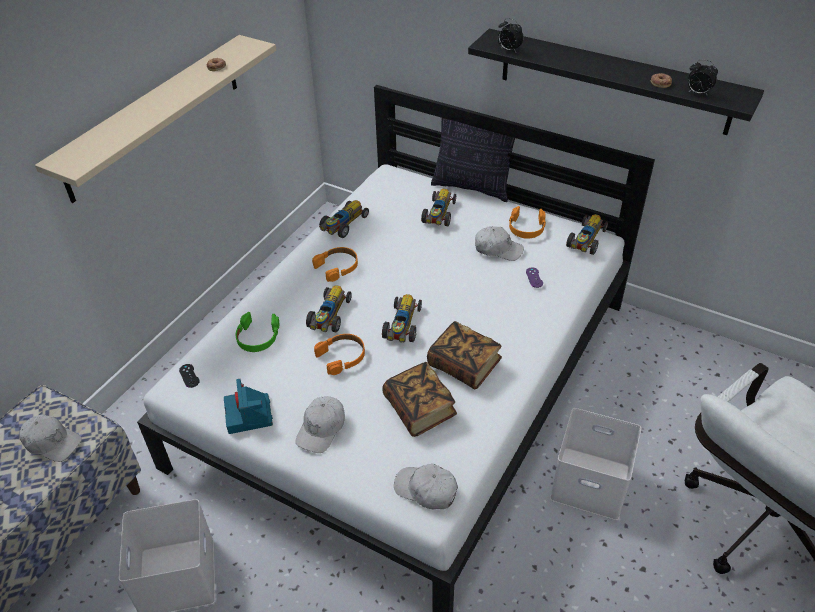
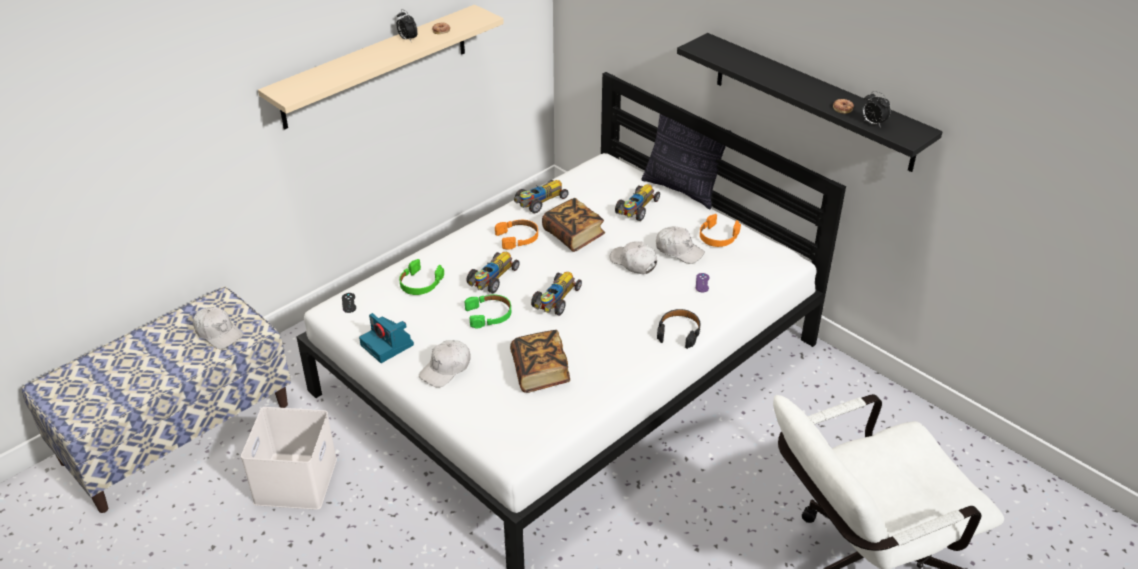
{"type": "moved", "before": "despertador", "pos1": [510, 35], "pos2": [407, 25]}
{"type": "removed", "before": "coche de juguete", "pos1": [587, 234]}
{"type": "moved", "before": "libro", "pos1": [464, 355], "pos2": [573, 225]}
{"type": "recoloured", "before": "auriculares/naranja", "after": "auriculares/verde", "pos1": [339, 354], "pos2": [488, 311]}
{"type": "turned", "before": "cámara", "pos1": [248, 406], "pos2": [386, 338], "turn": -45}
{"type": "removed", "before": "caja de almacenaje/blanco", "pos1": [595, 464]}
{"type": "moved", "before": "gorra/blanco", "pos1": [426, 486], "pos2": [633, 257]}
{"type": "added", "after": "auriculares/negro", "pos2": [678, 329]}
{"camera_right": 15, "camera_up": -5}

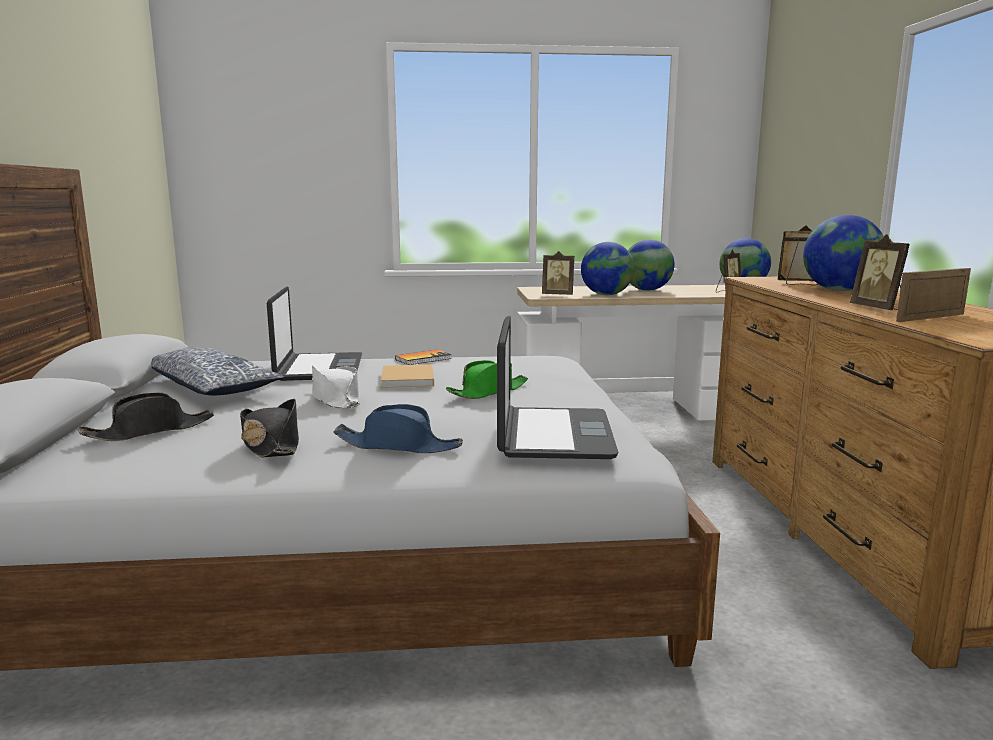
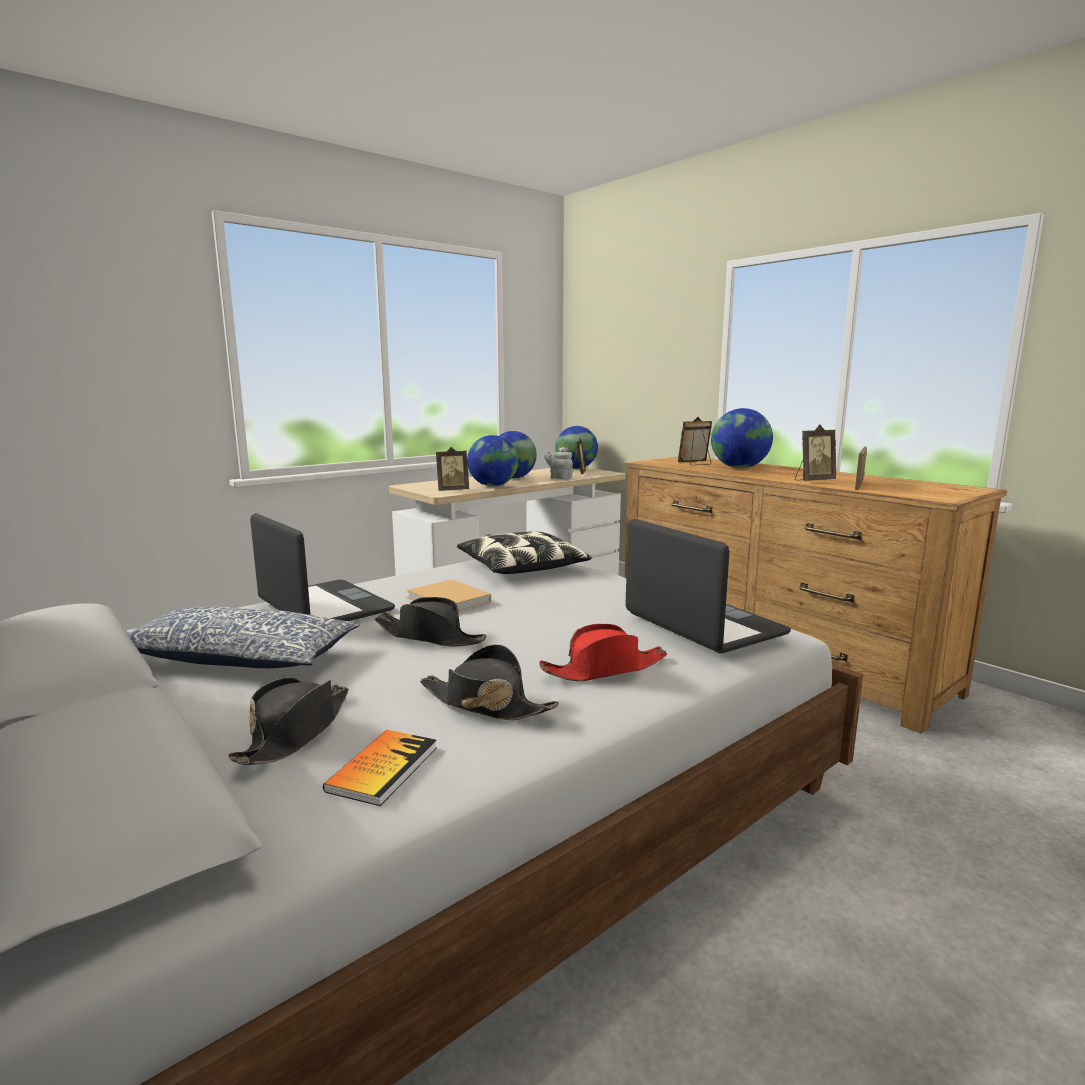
{"type": "turned", "before": "portarretratos", "pos1": [880, 272], "pos2": [815, 453], "turn": -60}
{"type": "moved", "before": "libro", "pos1": [423, 357], "pos2": [380, 768]}
{"type": "removed", "before": "sombrero/verde", "pos1": [487, 379]}
{"type": "recoloured", "before": "sombrero/blanco", "after": "sombrero/negro", "pos1": [336, 387], "pos2": [431, 621]}
{"type": "recoloured", "before": "sombrero/azul", "after": "sombrero/rojo", "pos1": [398, 428], "pos2": [603, 652]}
{"type": "added", "after": "tetera/gris", "pos2": [558, 463]}
{"type": "added", "after": "cojín", "pos2": [524, 552]}
{"camera_right": -35, "camera_up": 0}

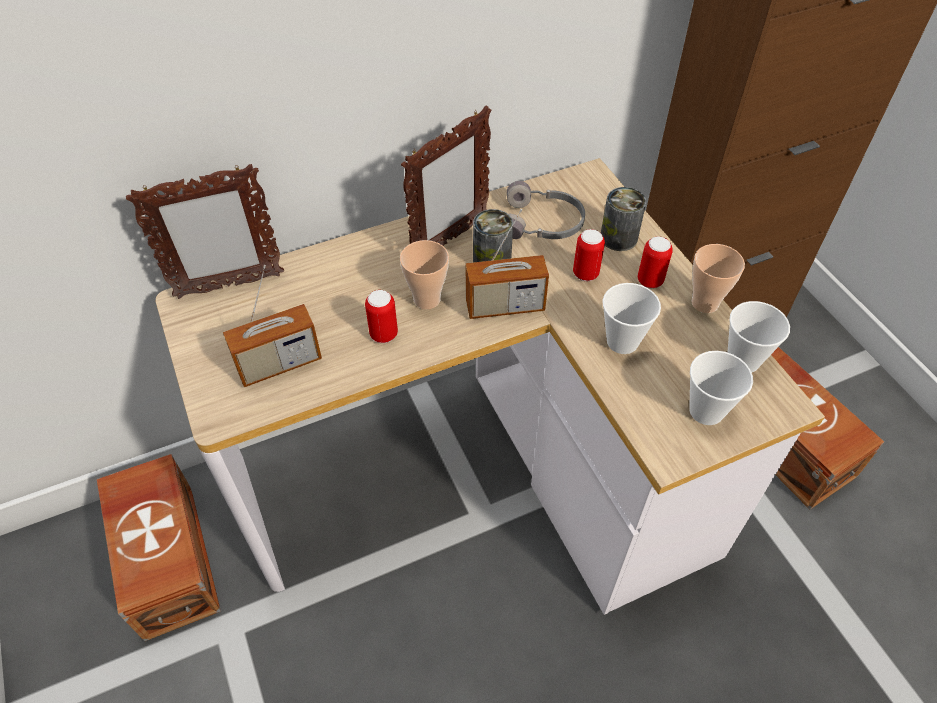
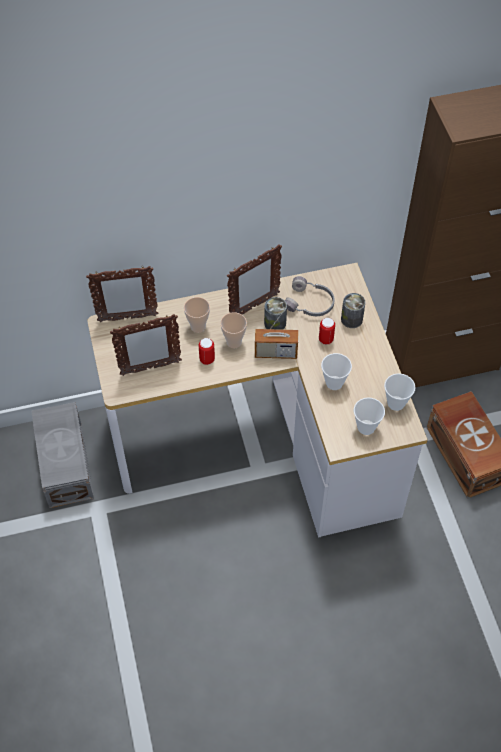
{"type": "removed", "before": "lata", "pos1": [655, 262]}
{"type": "moved", "before": "taza", "pos1": [718, 278], "pos2": [197, 315]}
{"type": "replaced", "before": "radio", "after": "portarretratos", "pos1": [272, 326], "pos2": [146, 345]}
{"type": "recoloured", "before": "caja de almacenaje/marrón", "after": "caja de almacenaje/gris", "pos1": [159, 547], "pos2": [62, 455]}
{"camera_right": 10, "camera_up": 5}

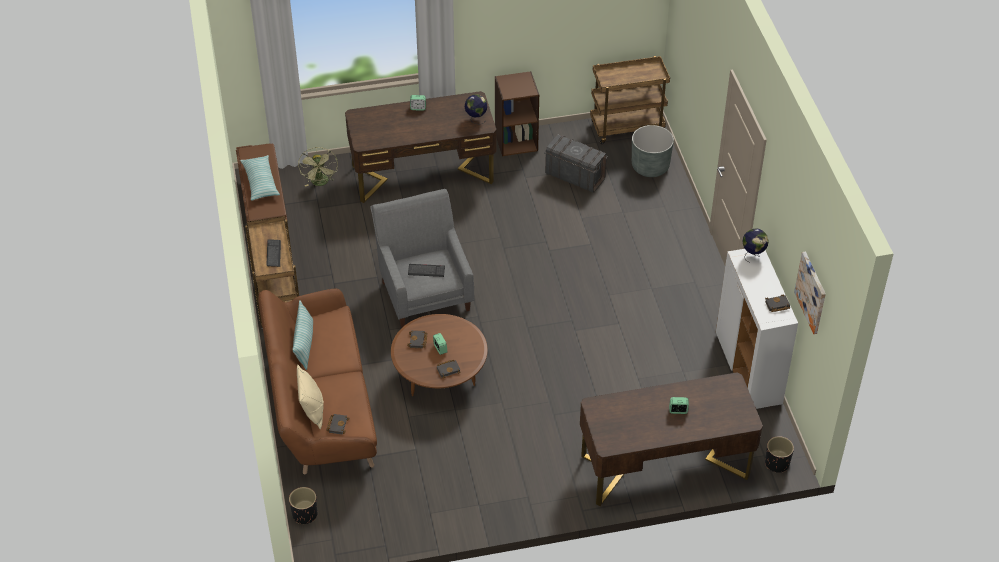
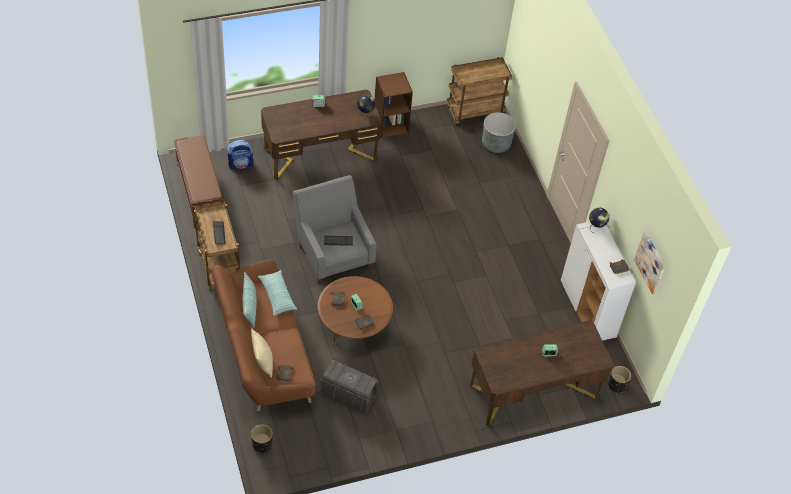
{"type": "moved", "before": "caja de almacenaje/gris", "pos1": [576, 163], "pos2": [350, 386]}
{"type": "replaced", "before": "ventilador/verde", "after": "mochila", "pos1": [318, 167], "pos2": [240, 154]}
{"type": "moved", "before": "cojín", "pos1": [260, 178], "pos2": [277, 293]}
{"camera_right": -10, "camera_up": 5}

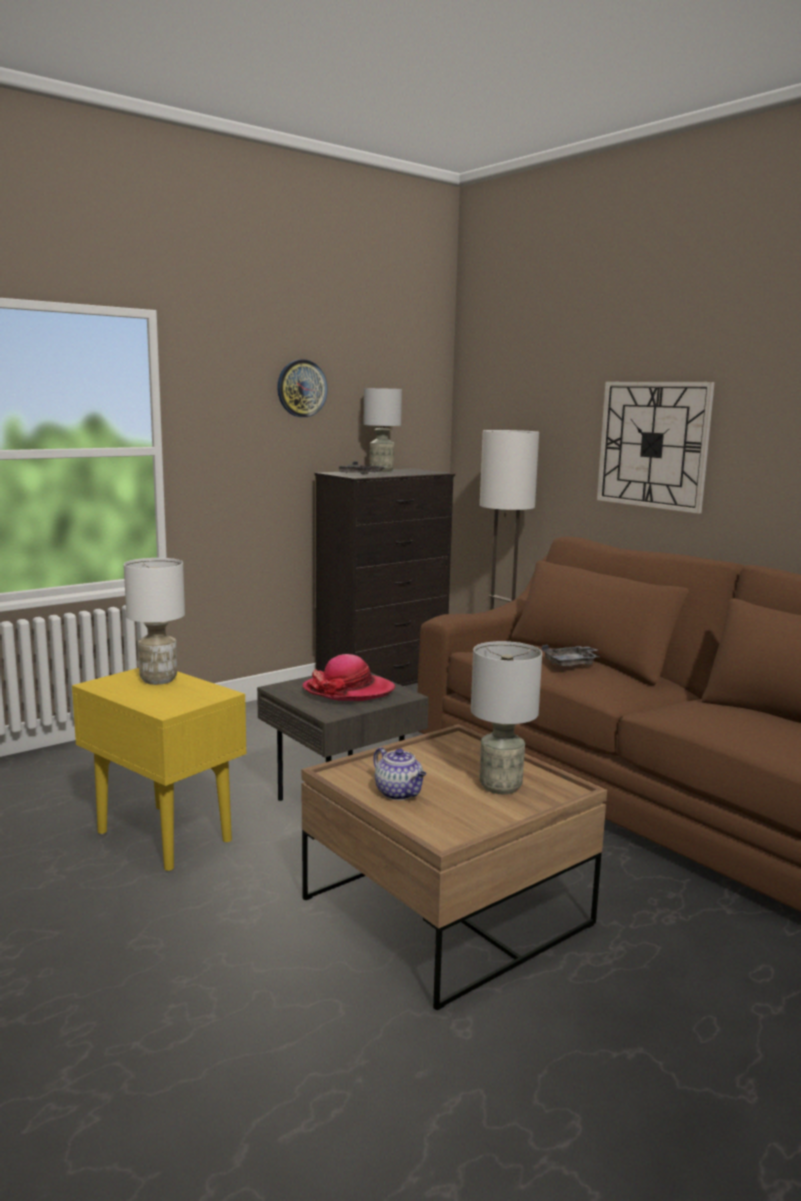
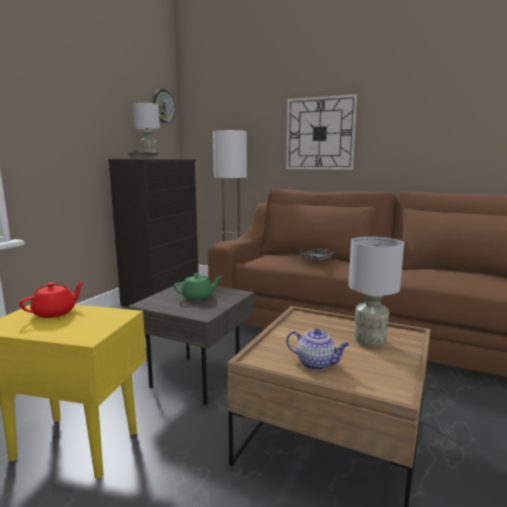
{"type": "moved", "before": "reloj de pared", "pos1": [302, 388], "pos2": [164, 106]}
{"type": "replaced", "before": "lámpara de mesa/blanco", "after": "tetera/rojo", "pos1": [154, 621], "pos2": [51, 300]}
{"type": "replaced", "before": "sombrero", "after": "tetera/verde", "pos1": [349, 677], "pos2": [197, 286]}
{"camera_right": -25, "camera_up": 0}

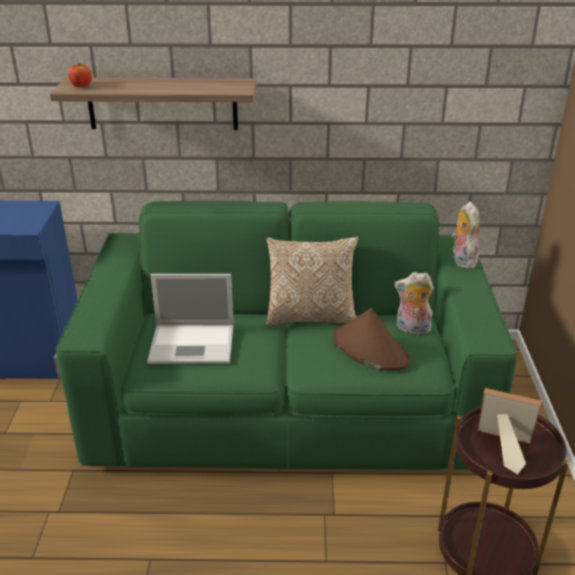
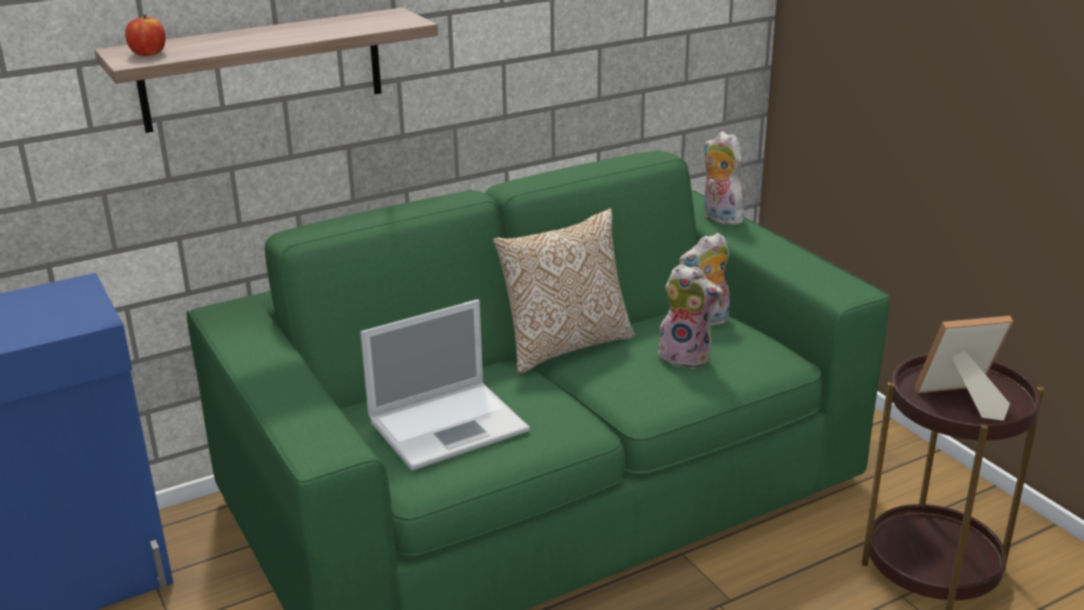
{"type": "replaced", "before": "sombrero/marrón", "after": "peluche", "pos1": [371, 339], "pos2": [690, 316]}
{"camera_right": -30, "camera_up": -5}

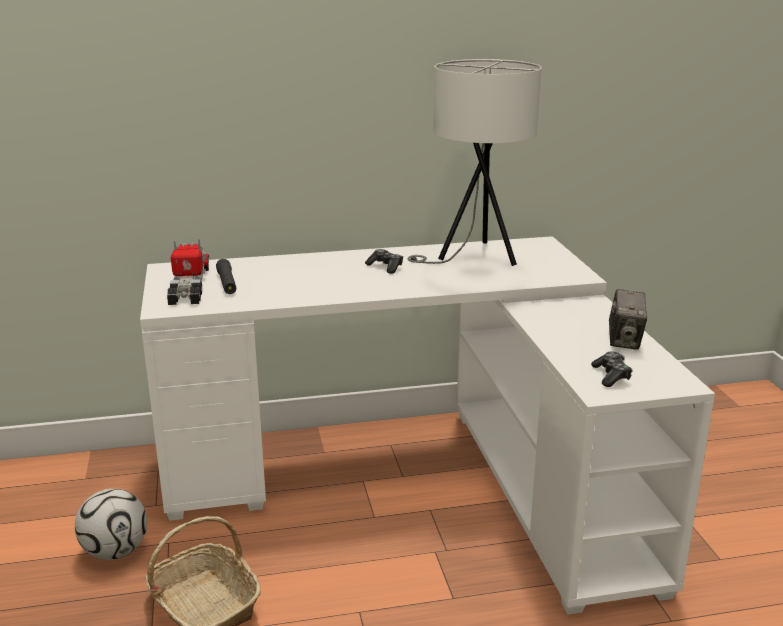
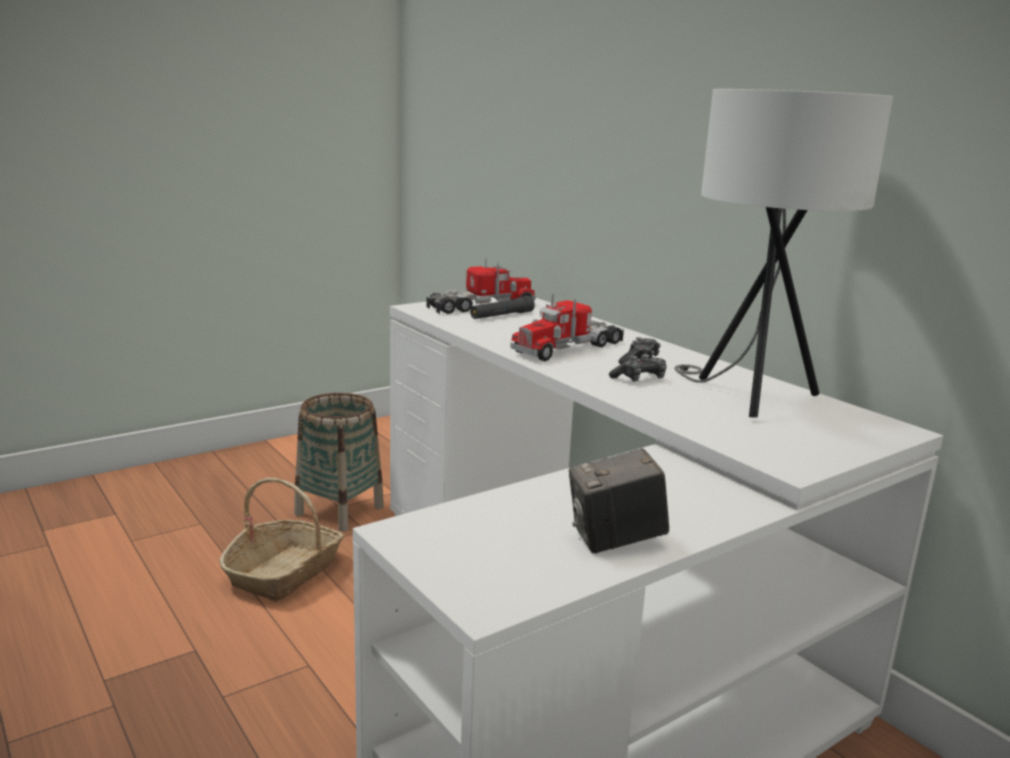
{"type": "moved", "before": "mando de consola", "pos1": [612, 369], "pos2": [638, 368]}
{"type": "replaced", "before": "balón de fútbol", "after": "cesta", "pos1": [111, 524], "pos2": [339, 462]}
{"type": "added", "after": "camión de juguete", "pos2": [567, 327]}
{"camera_right": 65, "camera_up": -5}

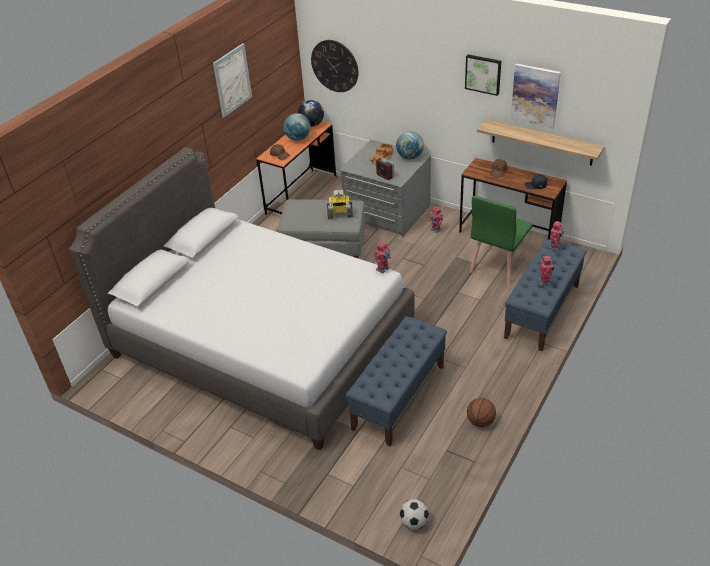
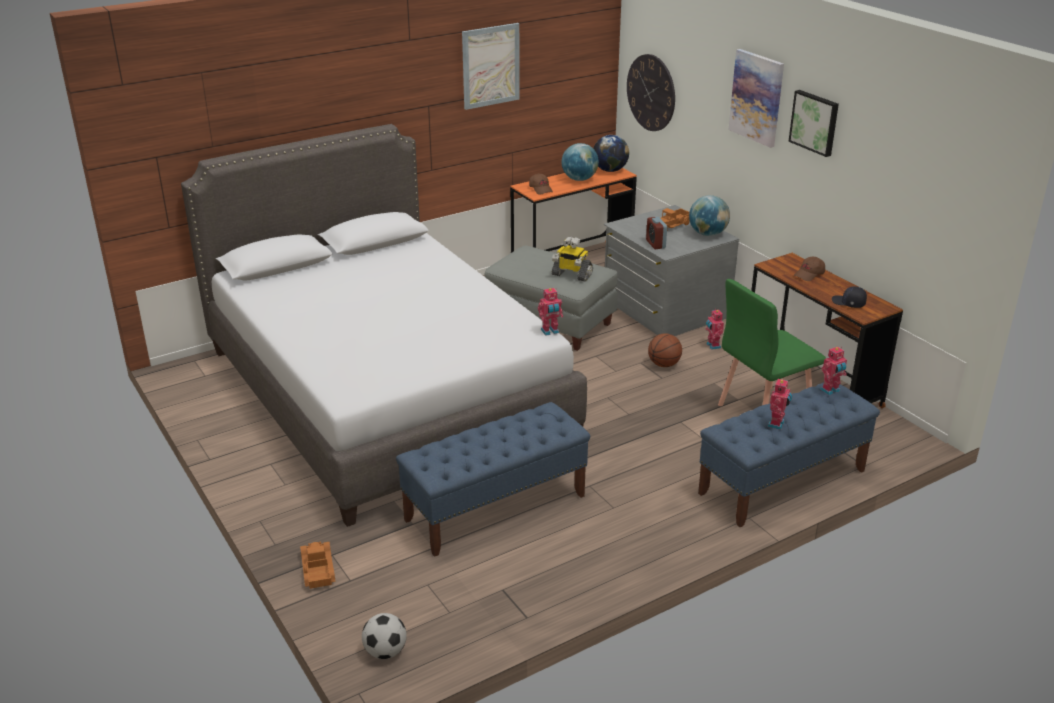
{"type": "moved", "before": "cuadro", "pos1": [536, 96], "pos2": [756, 98]}
{"type": "removed", "before": "estante", "pos1": [541, 142]}
{"type": "moved", "before": "balón de baloncesto", "pos1": [481, 412], "pos2": [665, 350]}
{"type": "added", "after": "camión de juguete", "pos2": [318, 565]}
{"camera_right": 25, "camera_up": -10}

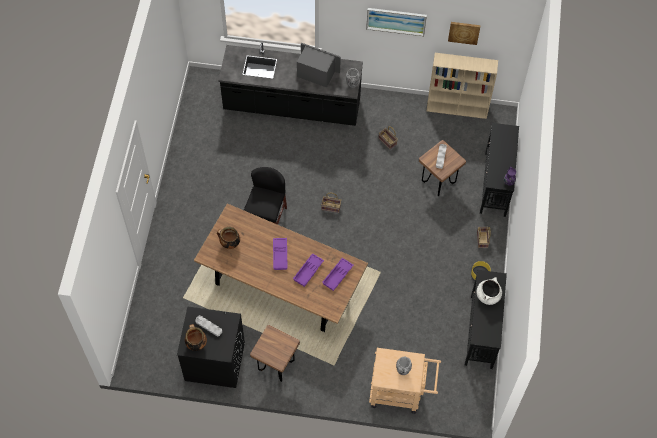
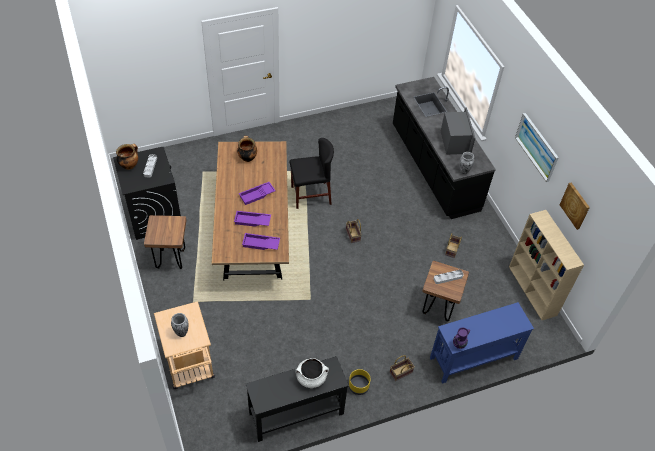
{"type": "recoloured", "before": "mesa consola/negro", "after": "mesa consola/azul", "pos1": [499, 170], "pos2": [482, 343]}
{"camera_right": 60, "camera_up": -10}

